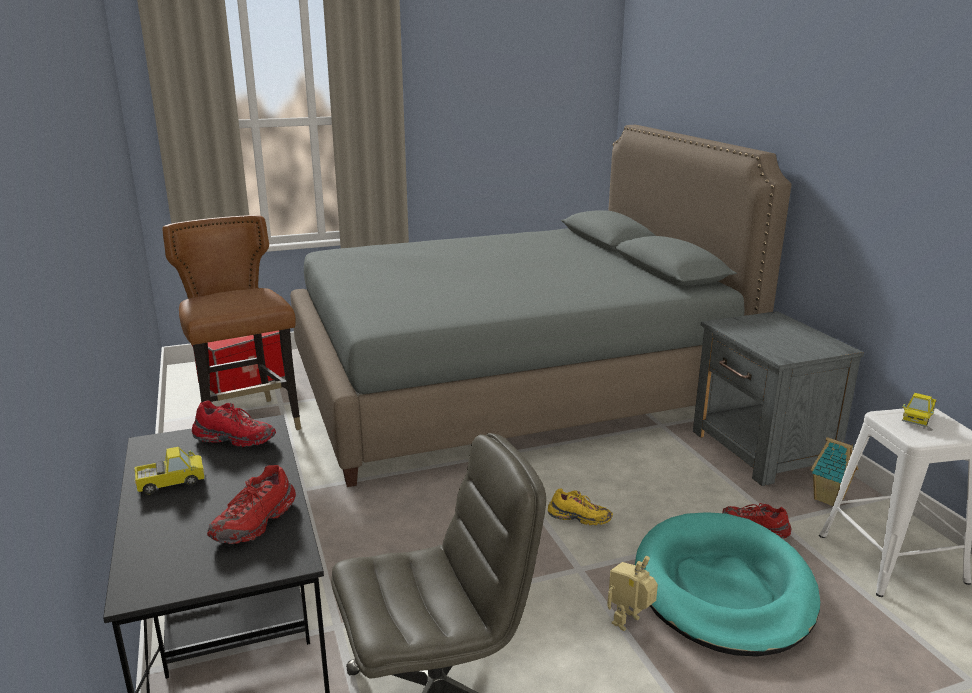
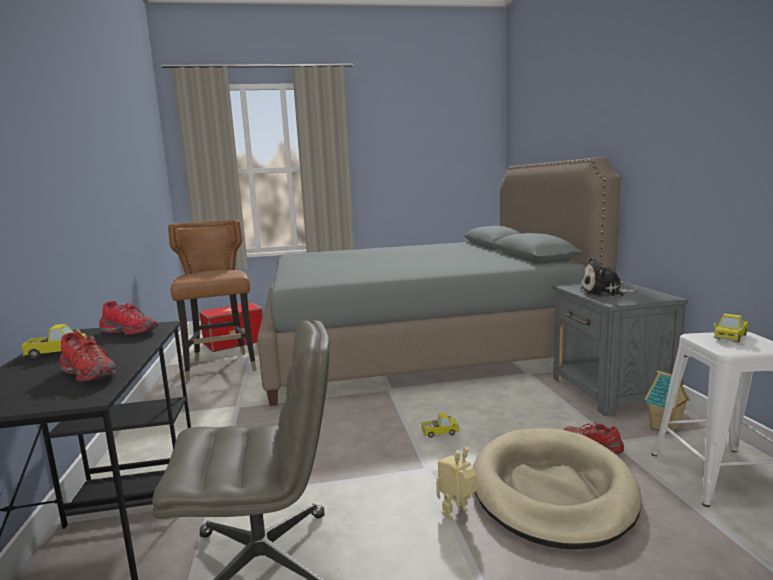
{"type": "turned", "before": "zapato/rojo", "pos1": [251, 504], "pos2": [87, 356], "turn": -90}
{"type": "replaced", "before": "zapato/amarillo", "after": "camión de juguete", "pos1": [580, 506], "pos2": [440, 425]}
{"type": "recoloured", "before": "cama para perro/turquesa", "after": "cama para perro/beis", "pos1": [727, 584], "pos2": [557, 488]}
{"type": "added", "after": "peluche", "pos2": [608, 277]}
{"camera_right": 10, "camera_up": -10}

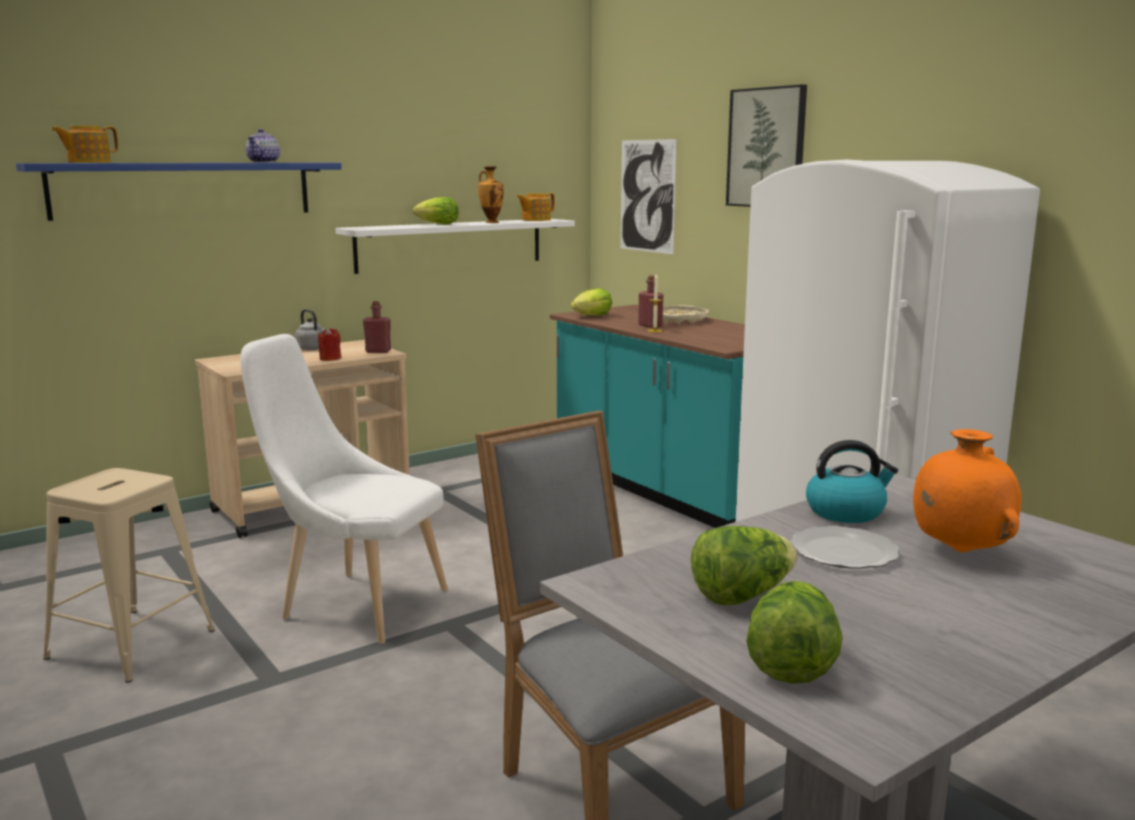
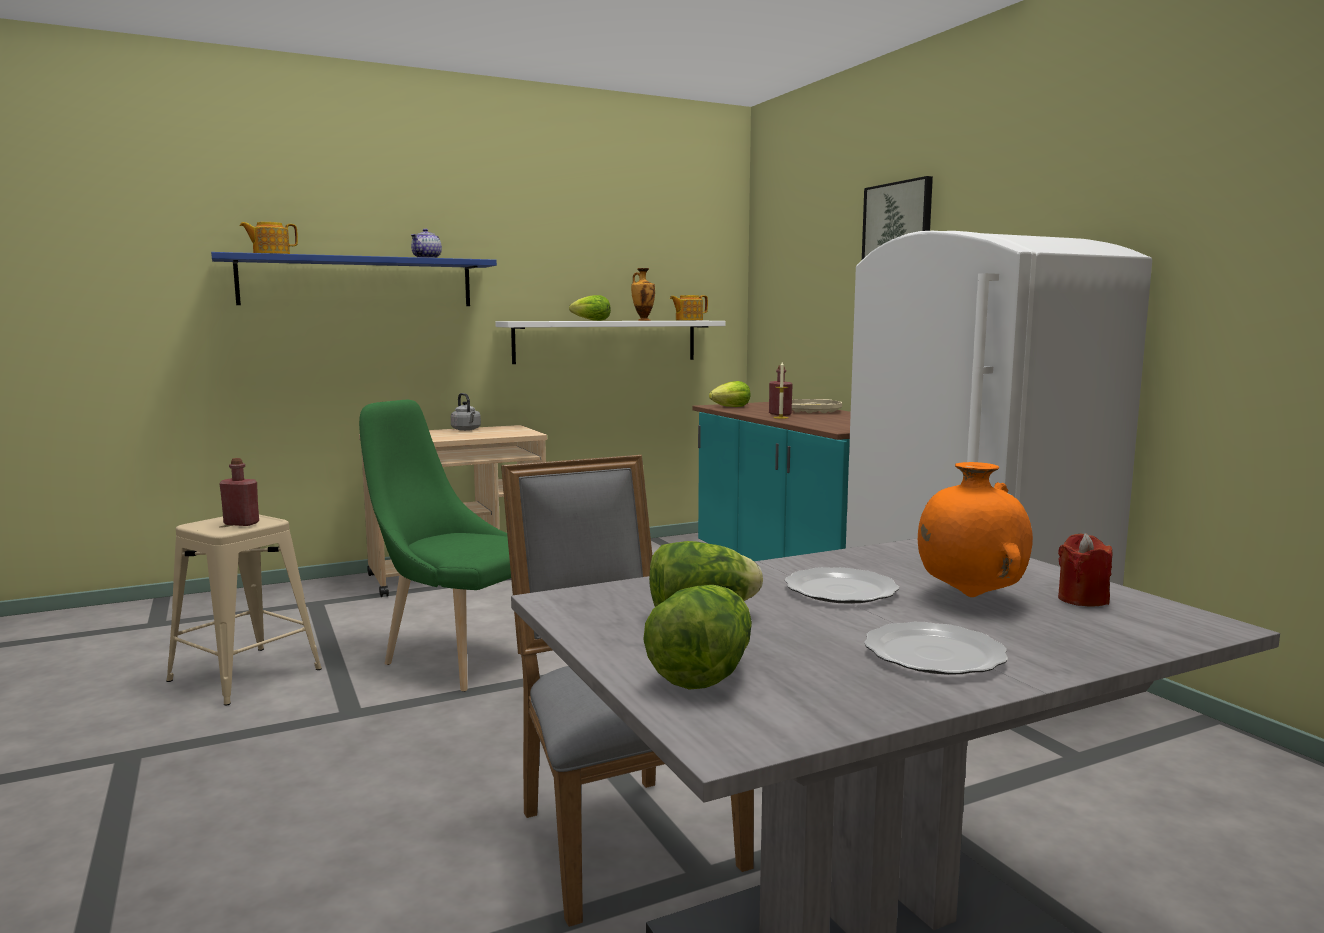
{"type": "removed", "before": "cuadro", "pos1": [649, 196]}
{"type": "moved", "before": "botella/rojo", "pos1": [377, 327], "pos2": [239, 492]}
{"type": "moved", "before": "vela/rojo", "pos1": [329, 344], "pos2": [1085, 569]}
{"type": "recoloured", "before": "silla/blanco", "after": "silla/verde", "pos1": [344, 489], "pos2": [435, 546]}
{"type": "removed", "before": "hervidor", "pos1": [852, 481]}
{"type": "added", "after": "plato", "pos2": [936, 648]}
{"camera_right": 10, "camera_up": -5}

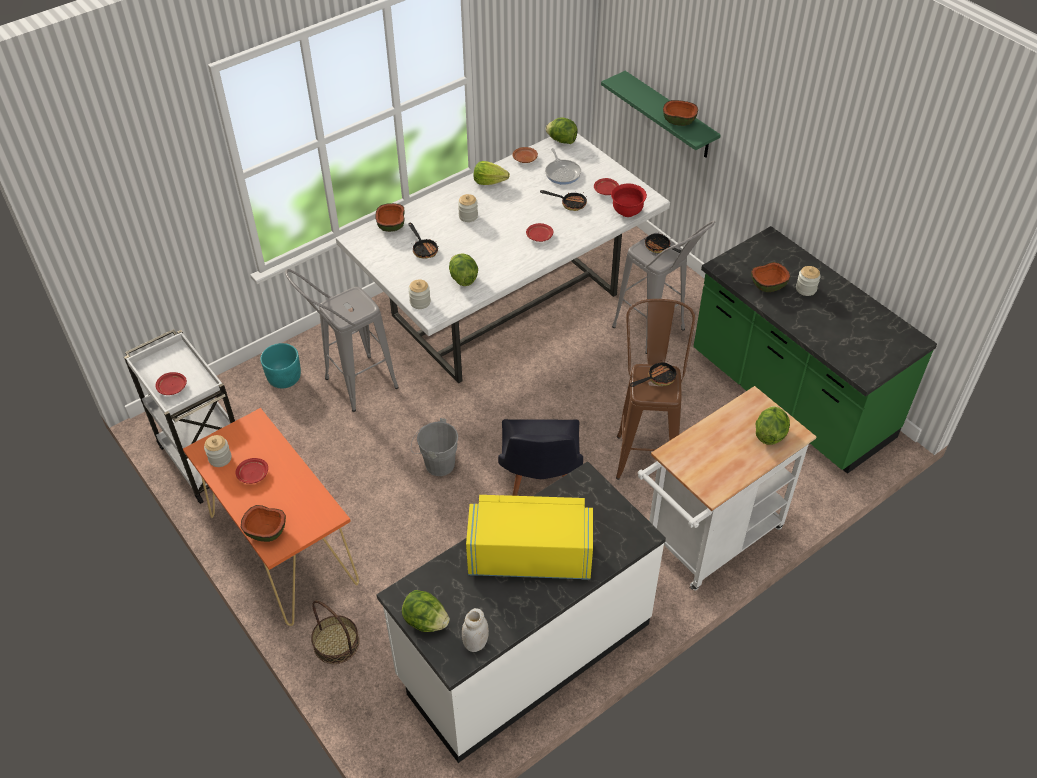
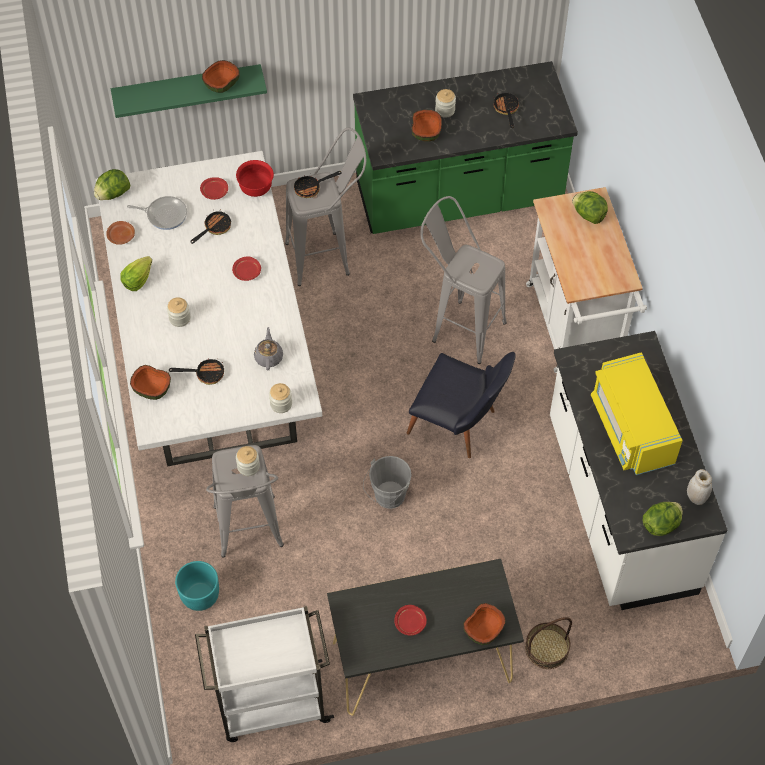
{"type": "replaced", "before": "lechuga", "after": "tetera/gris", "pos1": [463, 270], "pos2": [268, 348]}
{"type": "recoloured", "before": "taburete/marrón", "after": "taburete/gris", "pos1": [655, 389], "pos2": [464, 280]}
{"type": "moved", "before": "sartén", "pos1": [653, 374], "pos2": [506, 110]}
{"type": "removed", "before": "plato/rojo", "pos1": [171, 383]}
{"type": "recoloured", "before": "mesa consola/naranja", "after": "mesa consola/negro", "pos1": [271, 517], "pos2": [425, 637]}
{"type": "moved", "before": "tarro", "pos1": [218, 451], "pos2": [248, 461]}
{"type": "turned", "before": "microondas/amarillo", "pos1": [529, 537], "pos2": [637, 413], "turn": -45}
{"camera_right": -65, "camera_up": 10}

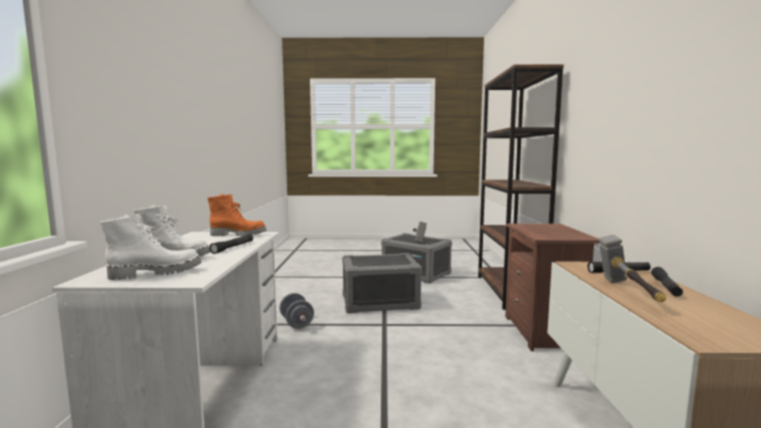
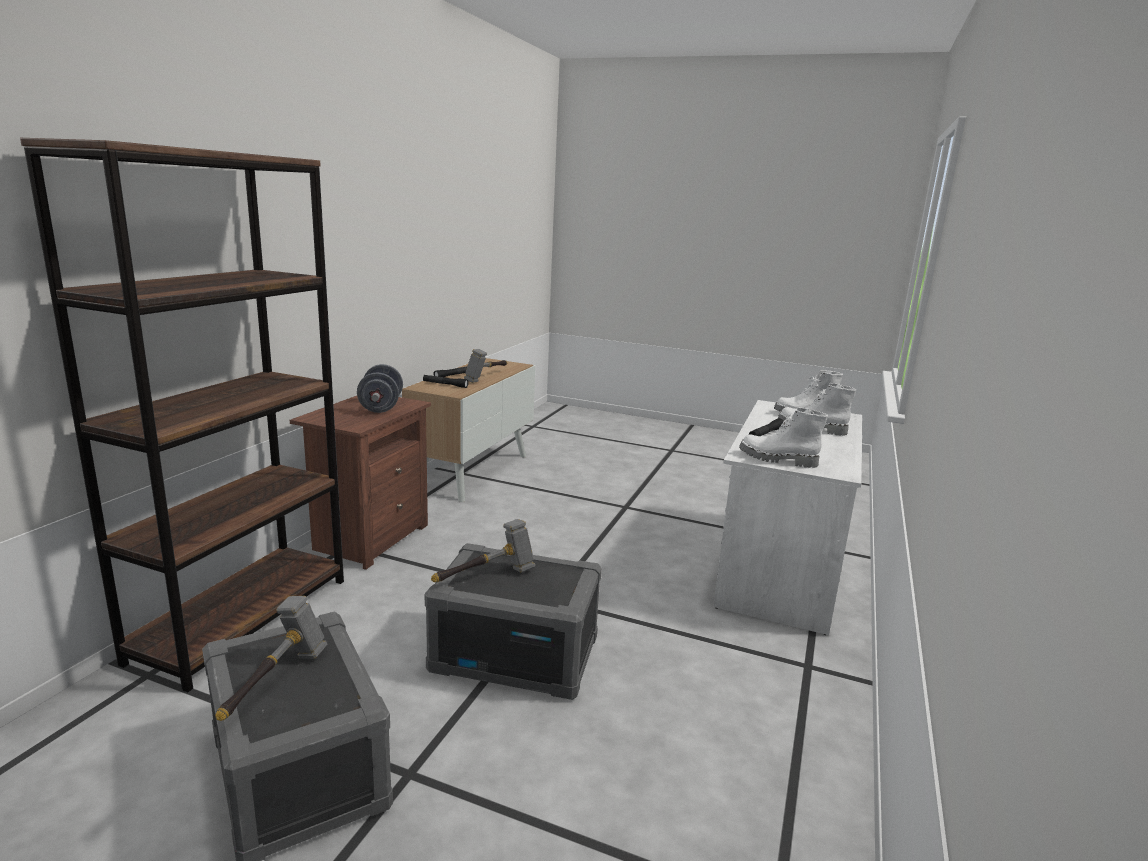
{"type": "recoloured", "before": "bota/naranja", "after": "bota/blanco", "pos1": [237, 215], "pos2": [783, 437]}
{"type": "moved", "before": "mancuerna/gris", "pos1": [296, 311], "pos2": [380, 388]}
{"type": "added", "after": "martillo", "pos2": [483, 550]}
{"camera_right": -160, "camera_up": 10}

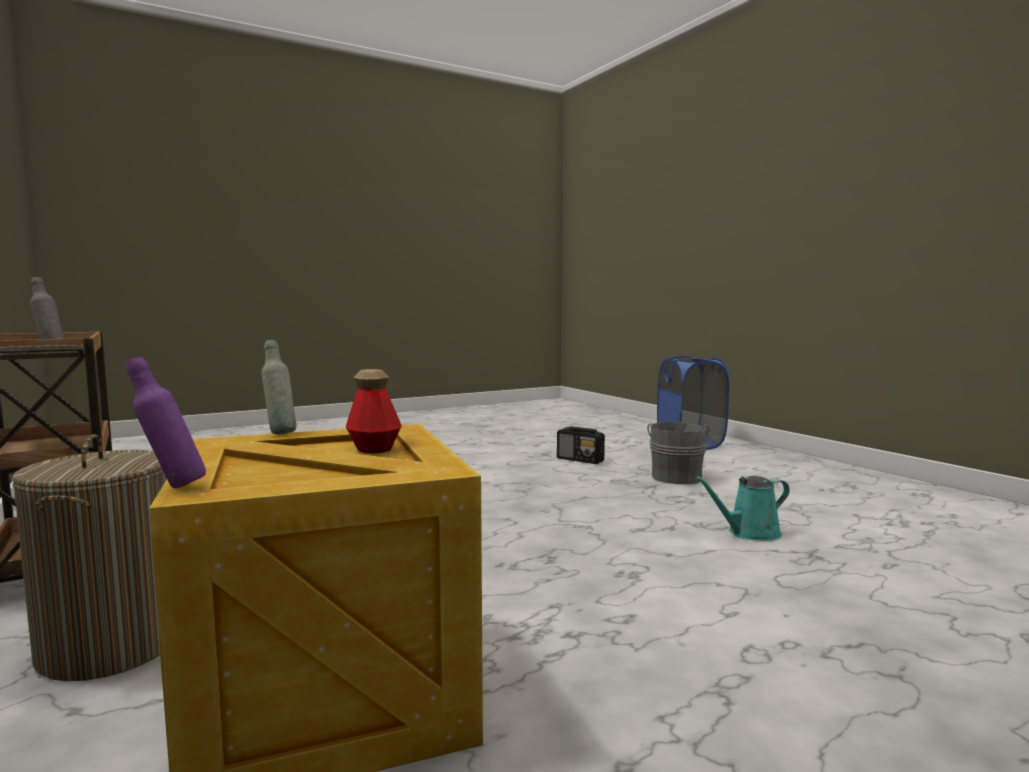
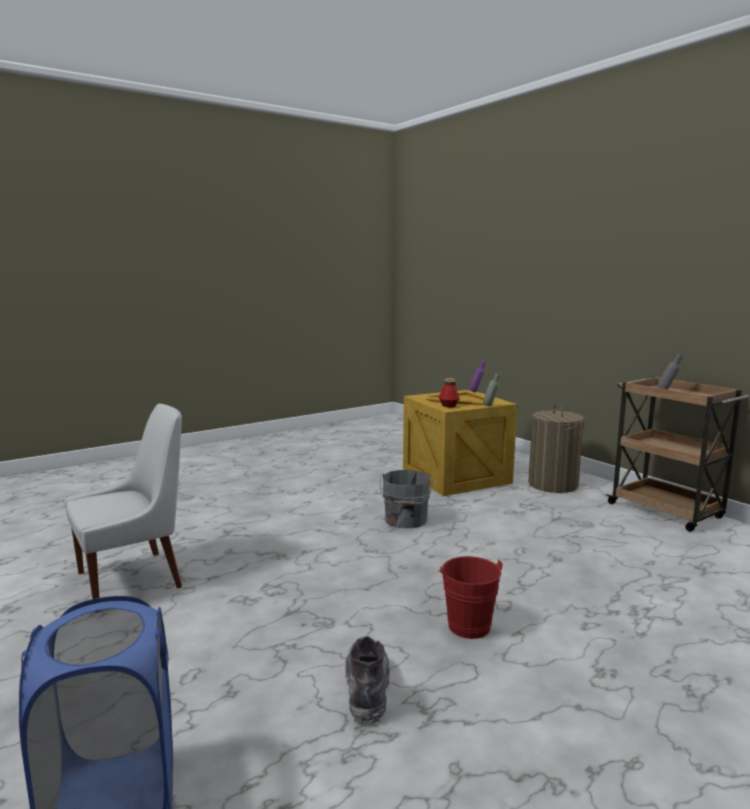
{"type": "moved", "before": "cubo/gris", "pos1": [678, 453], "pos2": [406, 499]}
{"type": "replaced", "before": "radio", "after": "bota/gris", "pos1": [581, 445], "pos2": [367, 680]}
{"type": "removed", "before": "regadera/turquesa", "pos1": [742, 508]}
{"type": "added", "after": "silla/blanco", "pos2": [123, 501]}
{"type": "added", "after": "cubo/rojo", "pos2": [470, 597]}
{"camera_right": 175, "camera_up": 5}

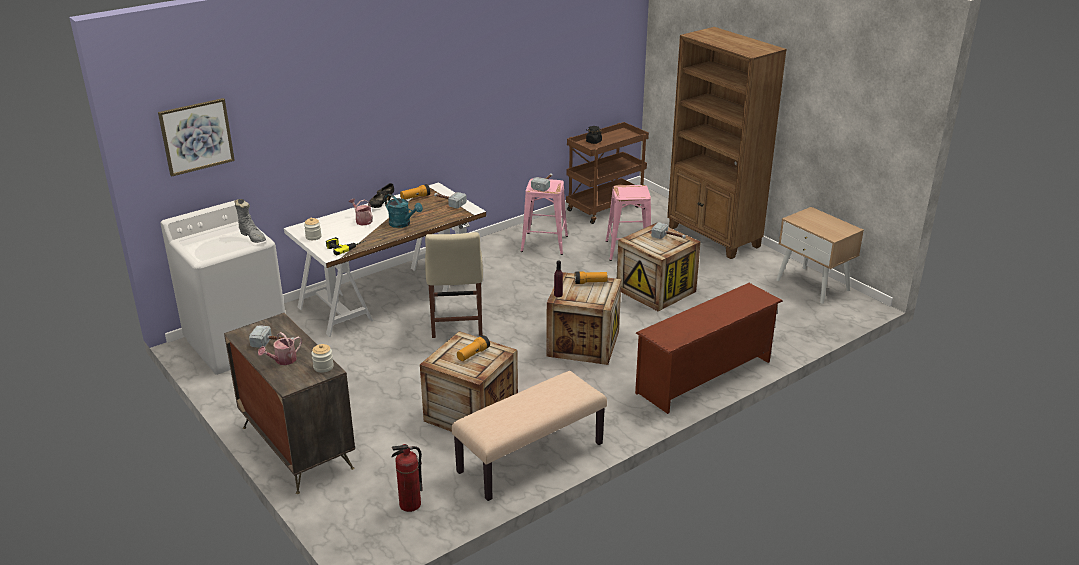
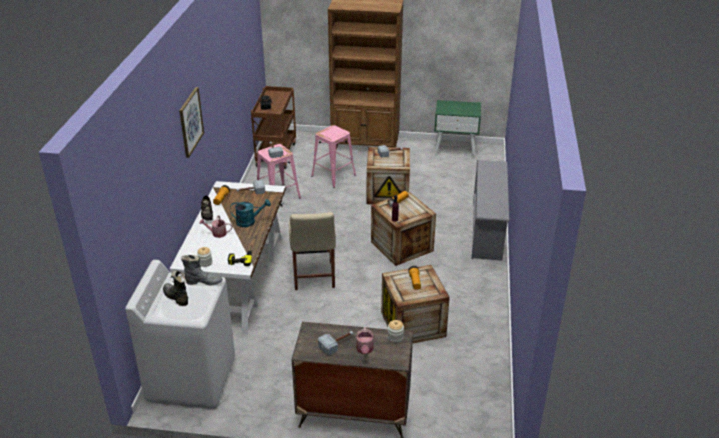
{"type": "moved", "before": "cuadro", "pos1": [196, 137], "pos2": [191, 122]}
{"type": "recoloured", "before": "mesita de noche/beis", "after": "mesita de noche/verde", "pos1": [820, 255], "pos2": [457, 129]}
{"type": "turned", "before": "silla/beis", "pos1": [454, 285], "pos2": [312, 251], "turn": 45}
{"type": "recoloured", "before": "zapatero/marrón", "after": "zapatero/gris", "pos1": [709, 348], "pos2": [490, 210]}
{"type": "removed", "before": "banco/beis", "pos1": [529, 436]}
{"type": "removed", "before": "extintor", "pos1": [407, 478]}
{"type": "added", "after": "bota/negro", "pos2": [175, 288]}
{"camera_right": -45, "camera_up": 5}

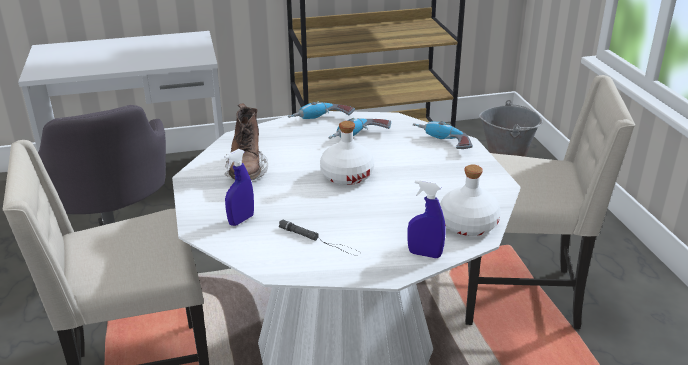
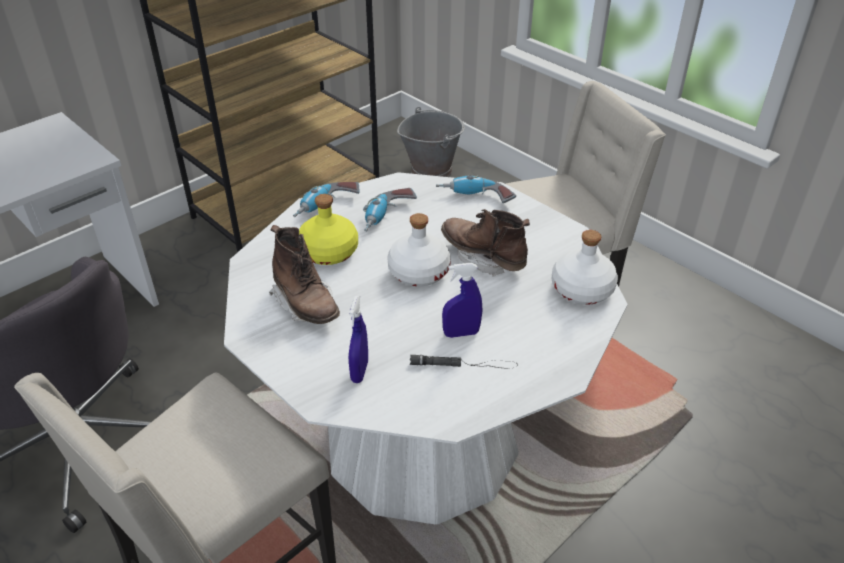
{"type": "moved", "before": "pulverizador/azul", "pos1": [427, 218], "pos2": [462, 300]}
{"type": "added", "after": "botella/amarillo", "pos2": [328, 229]}
{"type": "added", "after": "bota/marrón", "pos2": [485, 242]}
{"camera_right": -30, "camera_up": 10}

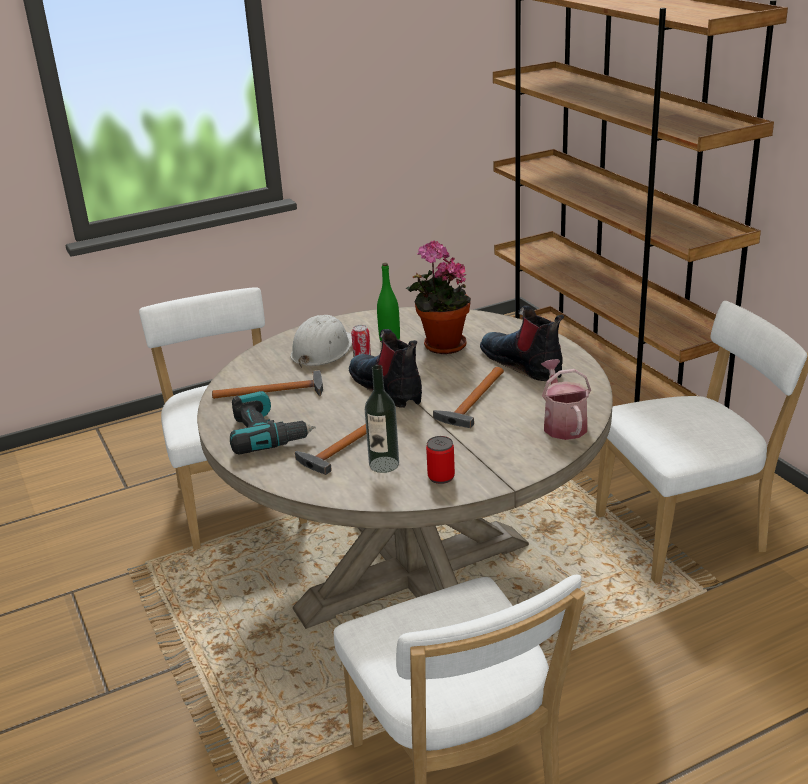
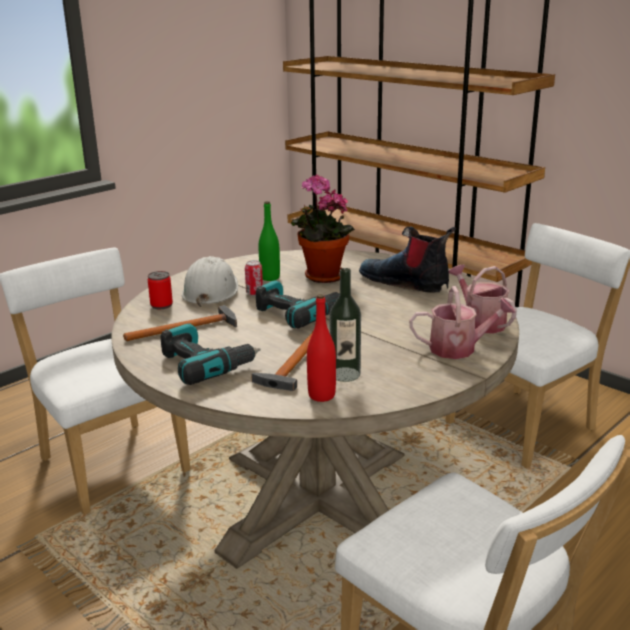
{"type": "replaced", "before": "bota", "after": "taladro", "pos1": [385, 368], "pos2": [297, 304]}
{"type": "removed", "before": "martillo", "pos1": [468, 397]}
{"type": "moved", "before": "lata", "pos1": [440, 460], "pos2": [160, 290]}
{"type": "added", "after": "regadera", "pos2": [462, 322]}
{"type": "added", "after": "botella/rojo", "pos2": [321, 348]}
{"camera_right": -20, "camera_up": -5}

